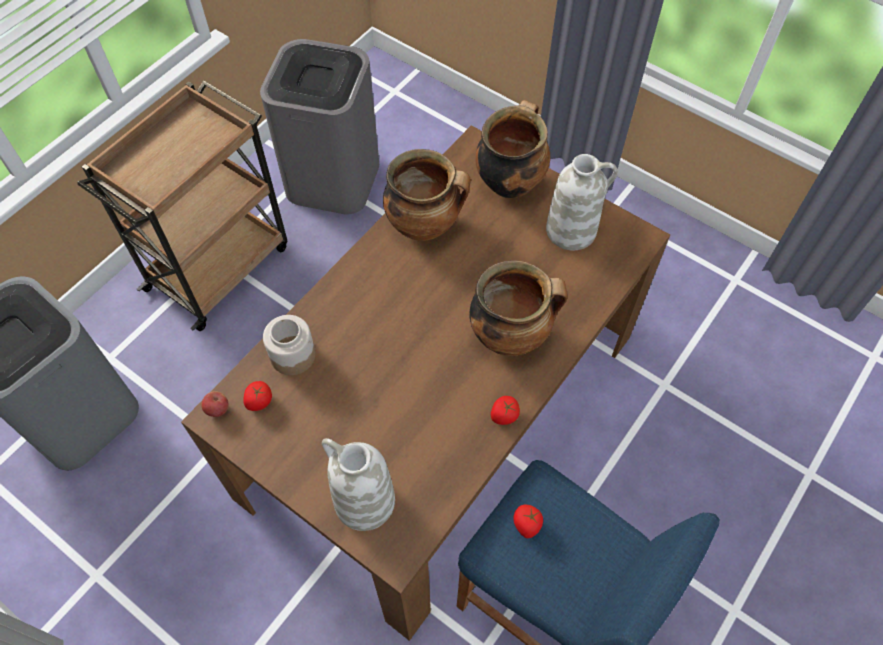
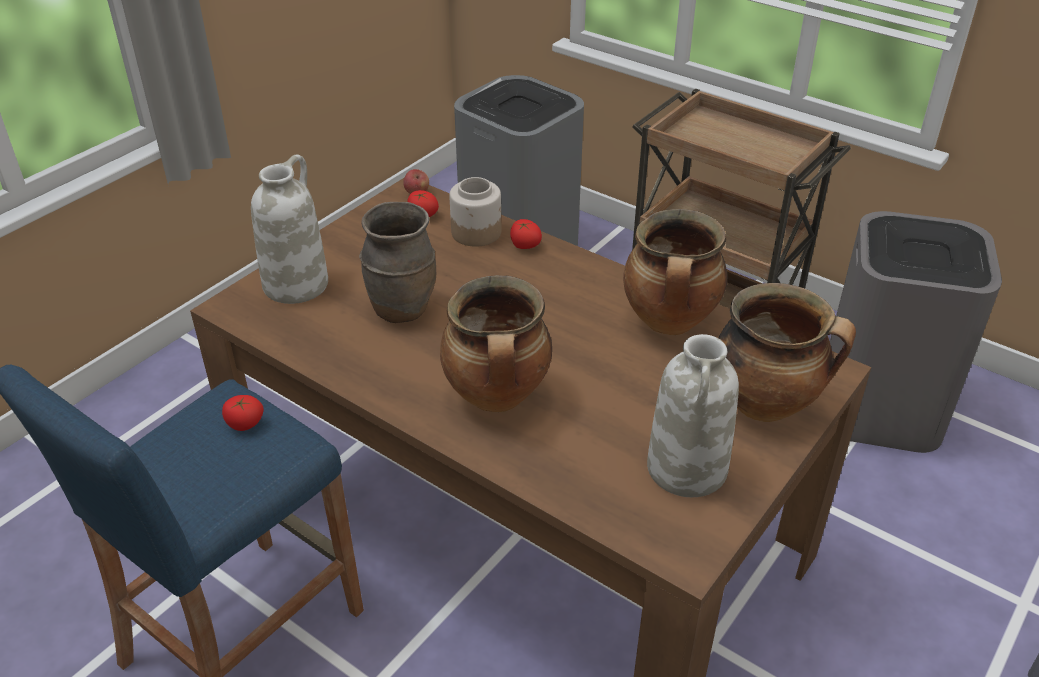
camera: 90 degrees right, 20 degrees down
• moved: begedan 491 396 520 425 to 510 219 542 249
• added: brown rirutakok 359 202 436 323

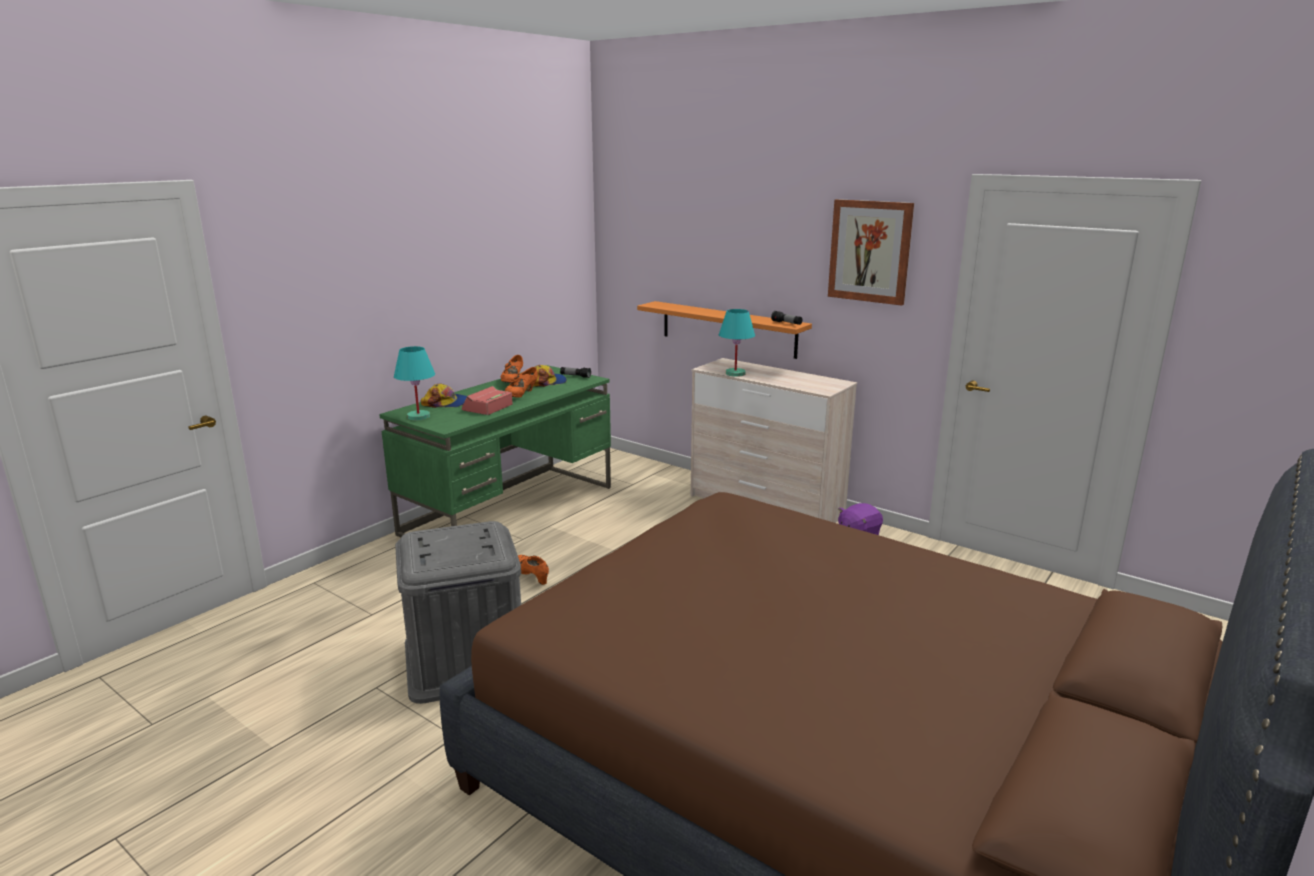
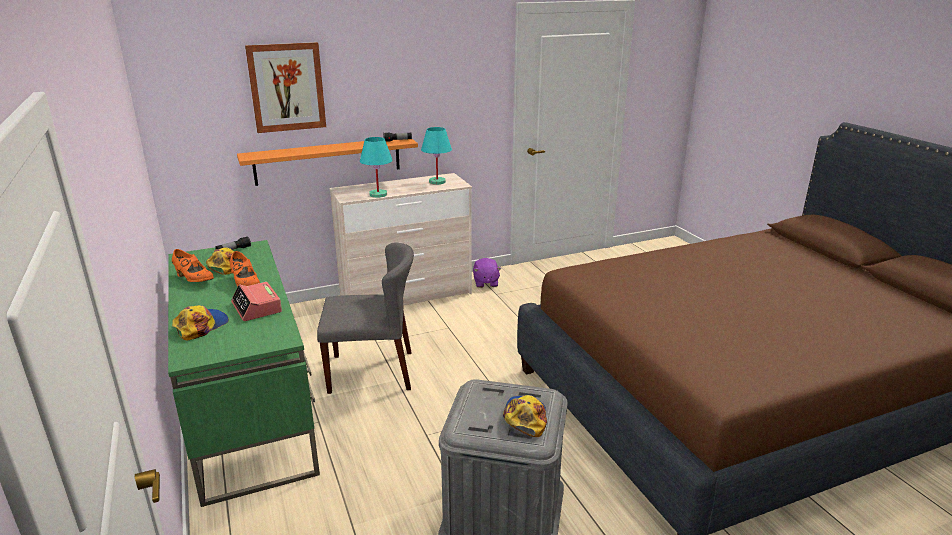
camera: 60 degrees left, 5 degrees up
• moved: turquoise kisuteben 394 346 435 420 to 421 127 452 185
• removed: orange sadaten 518 555 549 585
• moved: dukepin 828 199 914 306 to 245 42 326 133
• added: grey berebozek 317 242 414 394
• added: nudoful 503 395 547 437

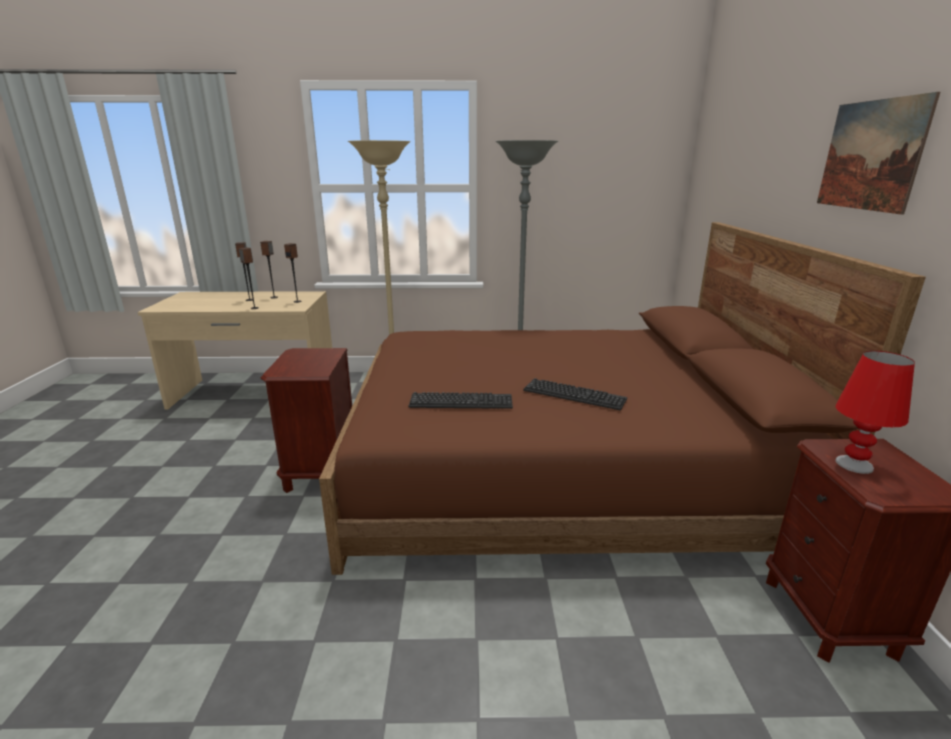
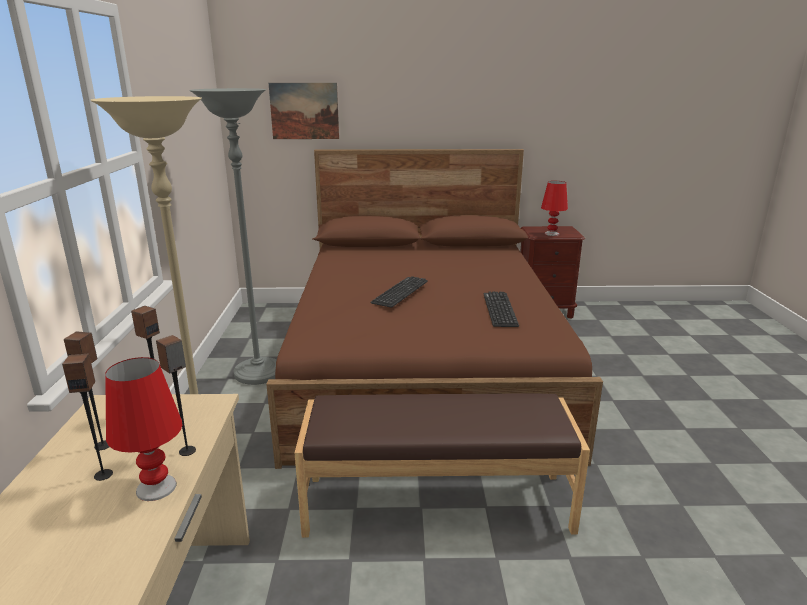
camera: 90 degrees left, 0 degrees up
• replaced: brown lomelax 261 348 352 493 to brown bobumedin 295 394 590 538
• moved: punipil 523 378 627 410 to 371 276 428 308
• moved: dukepin 817 92 940 214 to 269 83 339 139
• added: red kisuteben 105 357 182 501

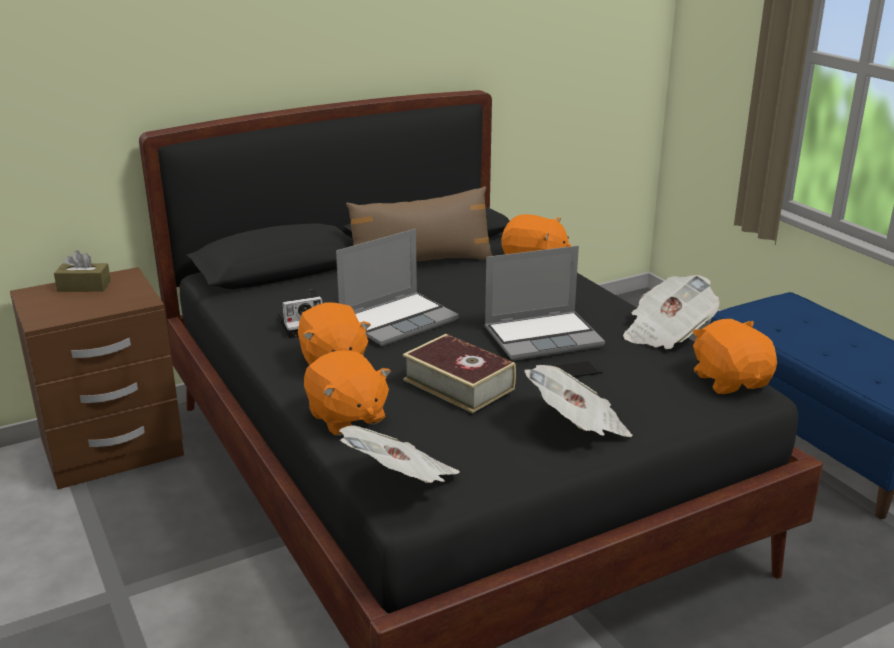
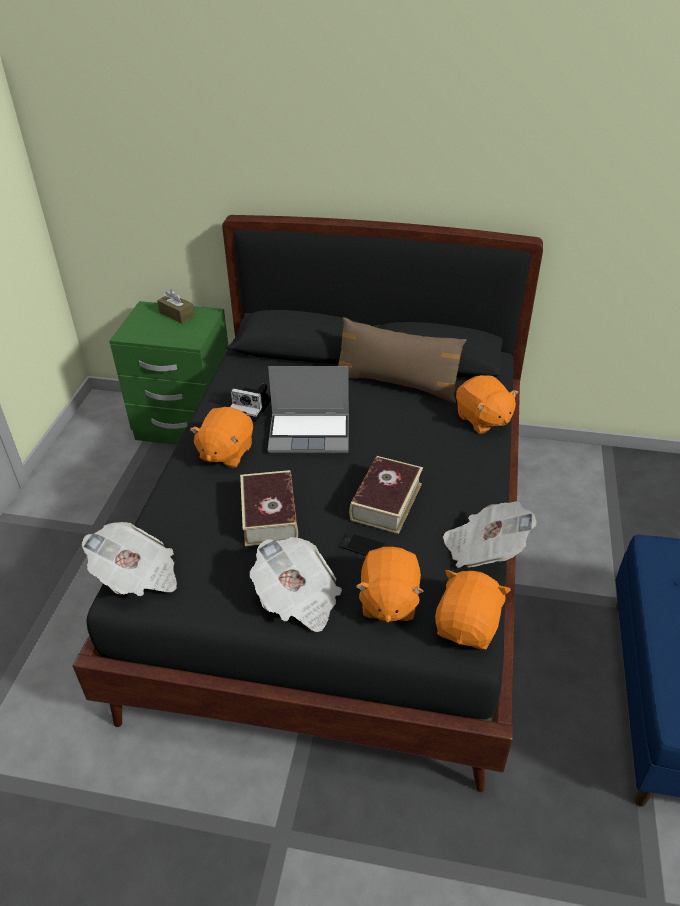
camera: 40 degrees right, 15 degrees up
• recoloured: brown lomelax 10 267 184 489 to green lomelax 109 301 229 445
• moved: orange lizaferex 304 350 391 436 to 356 547 424 623
• replaced: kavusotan 484 246 605 361 to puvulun 349 456 423 534

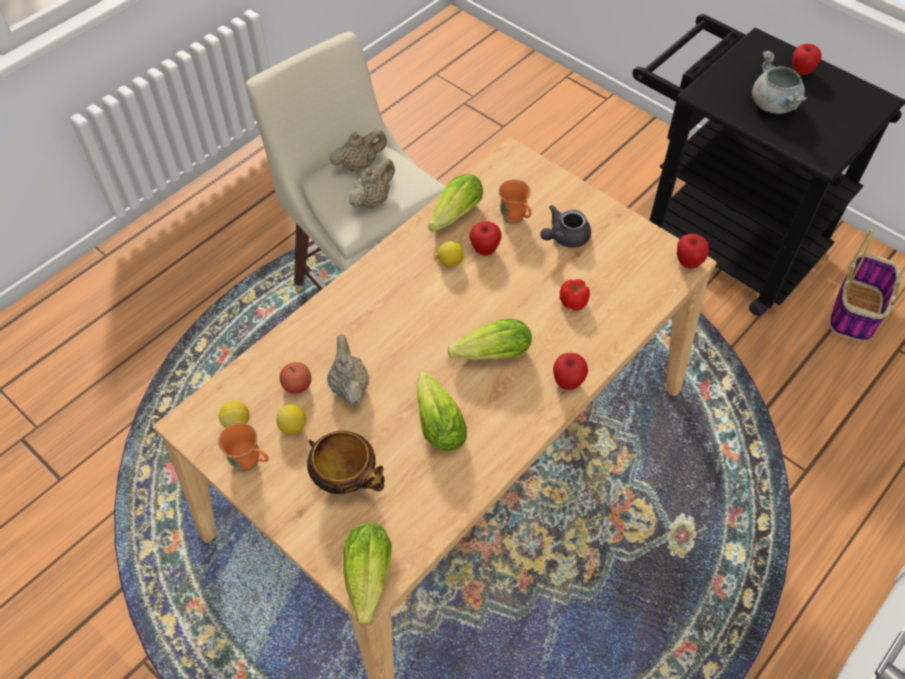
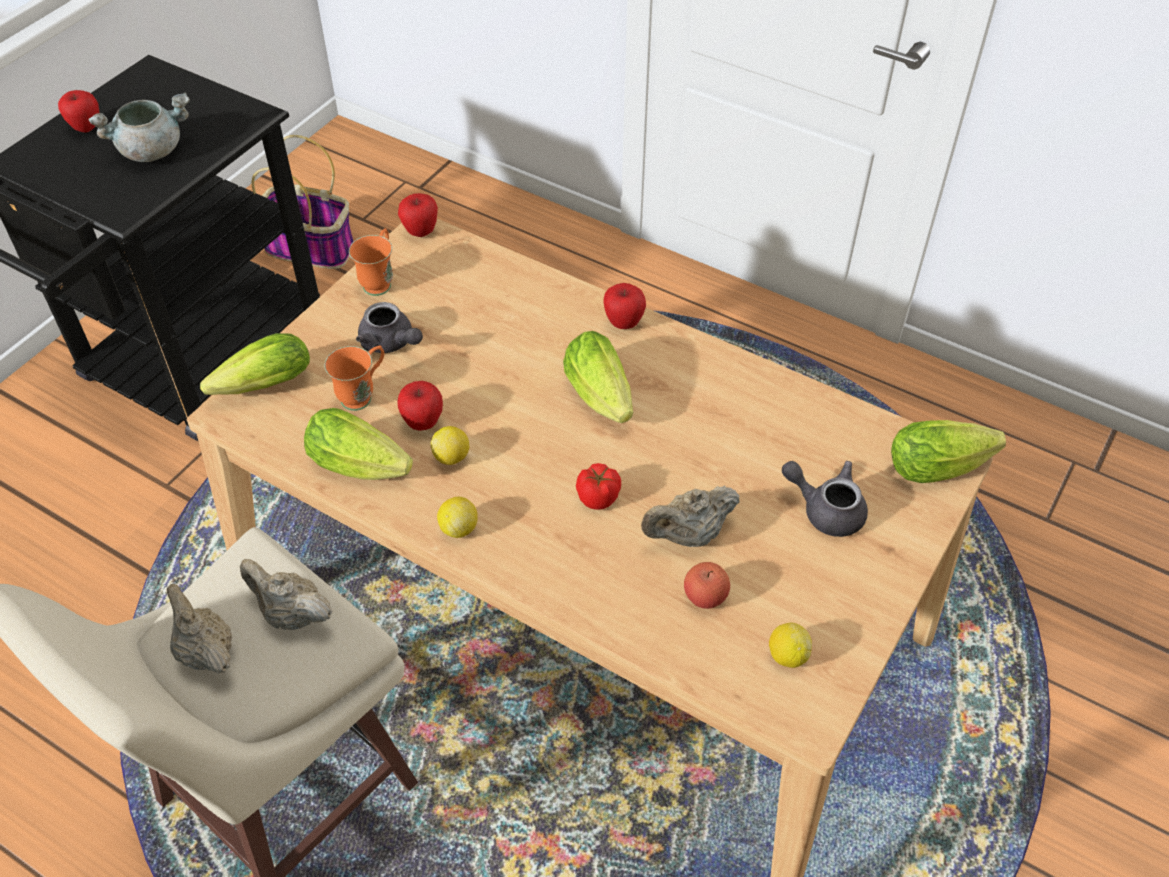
camera: 100 degrees left, 5 degrees down
• moved: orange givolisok 218 423 269 472 to 349 228 393 296
• moved: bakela 276 404 306 434 to 437 497 478 538
• replaced: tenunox 307 431 385 494 to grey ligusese 782 461 868 537
• moved: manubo 417 372 467 451 to 200 333 310 395
• moved: begedan 560 279 590 311 to 576 463 621 510

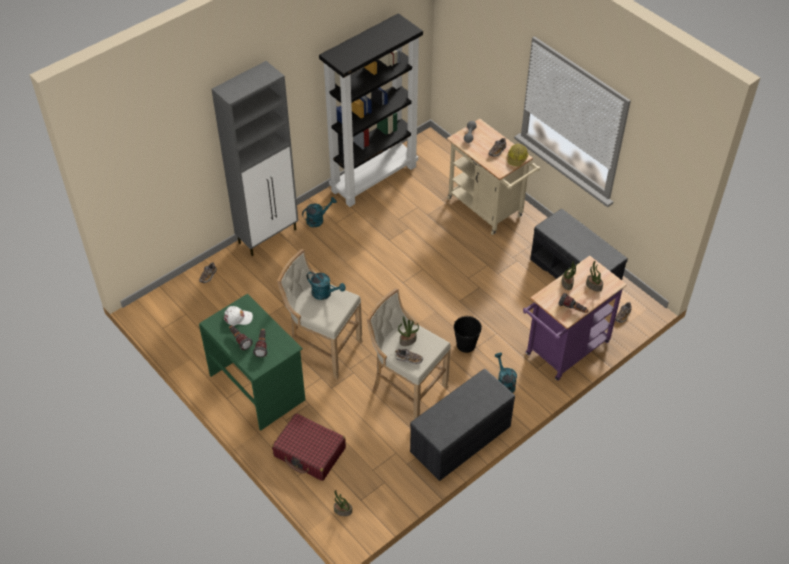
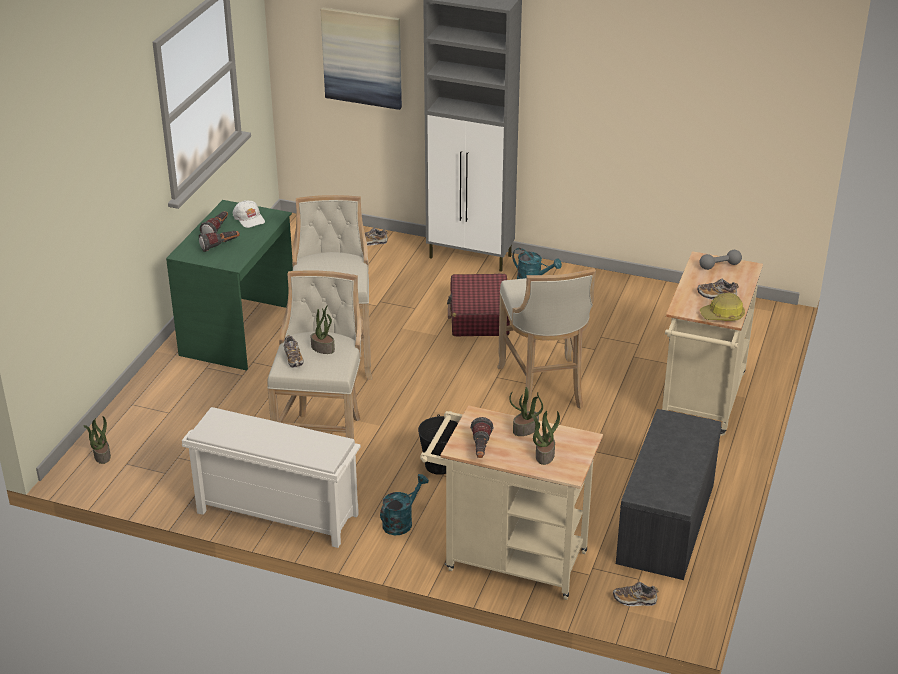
camera: 60 degrees right, 15 degrees down
• moved: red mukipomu 272 413 346 481 to 447 274 510 336
• removed: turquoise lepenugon 307 272 346 300
• removed: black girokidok 319 13 423 207
• replaced: grey bobumedin 410 369 515 481 to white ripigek 182 407 361 548
• recoloured: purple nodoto 523 256 627 381 to beige nodoto 420 405 603 600
• added: dukepin 321 8 402 110
• added: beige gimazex 497 268 596 411

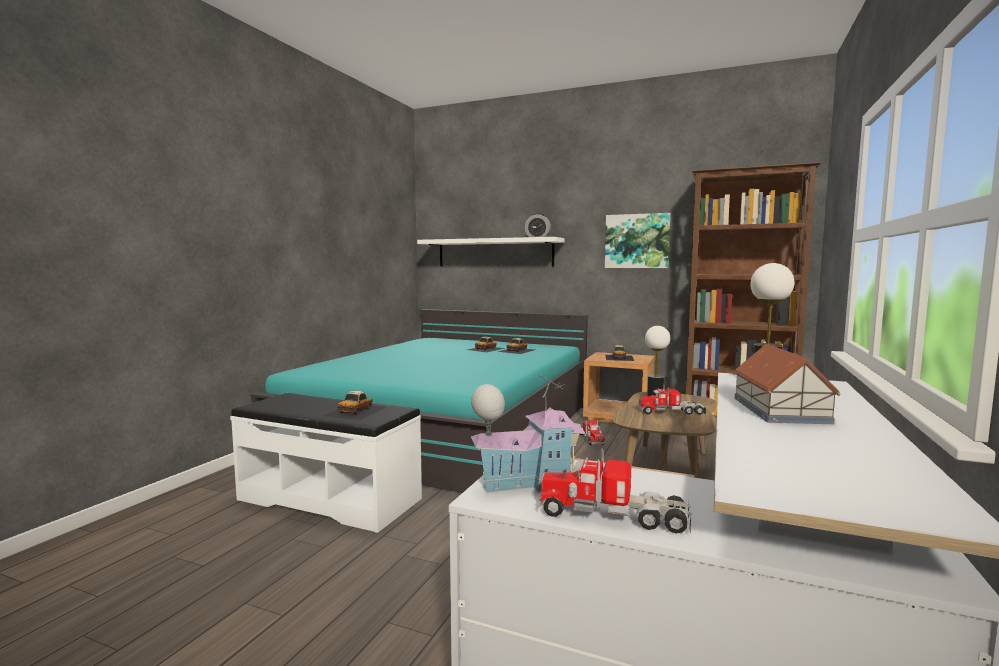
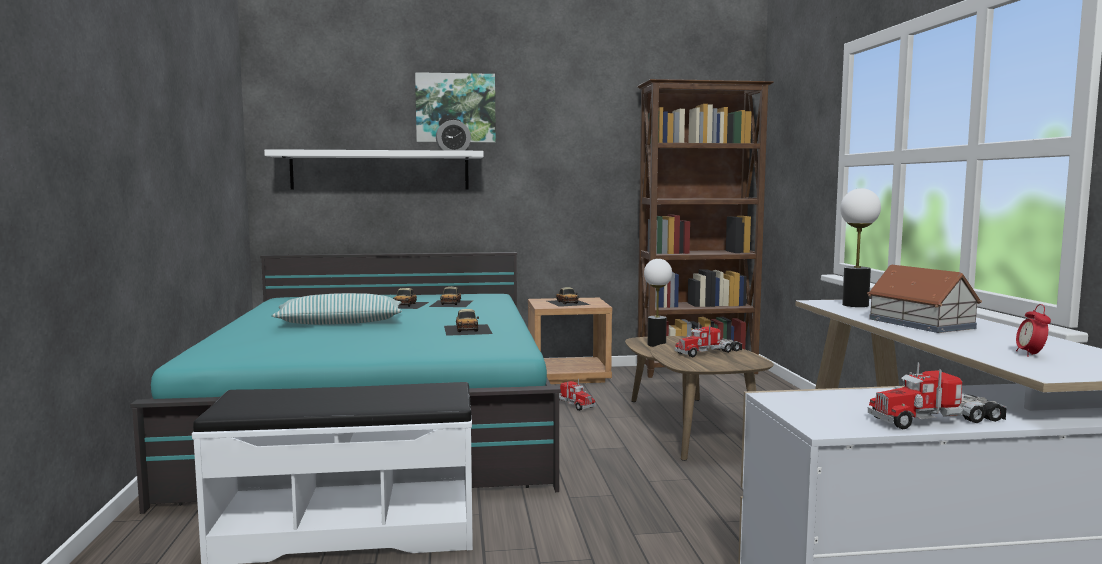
camera: 30 degrees left, 0 degrees up
• moved: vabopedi 322 391 387 420 to 444 309 493 336
• removed: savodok 471 375 585 493
• moved: dukepin 605 213 671 268 to 415 72 496 143
• added: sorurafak 272 293 402 325
• added: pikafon 1016 304 1051 357

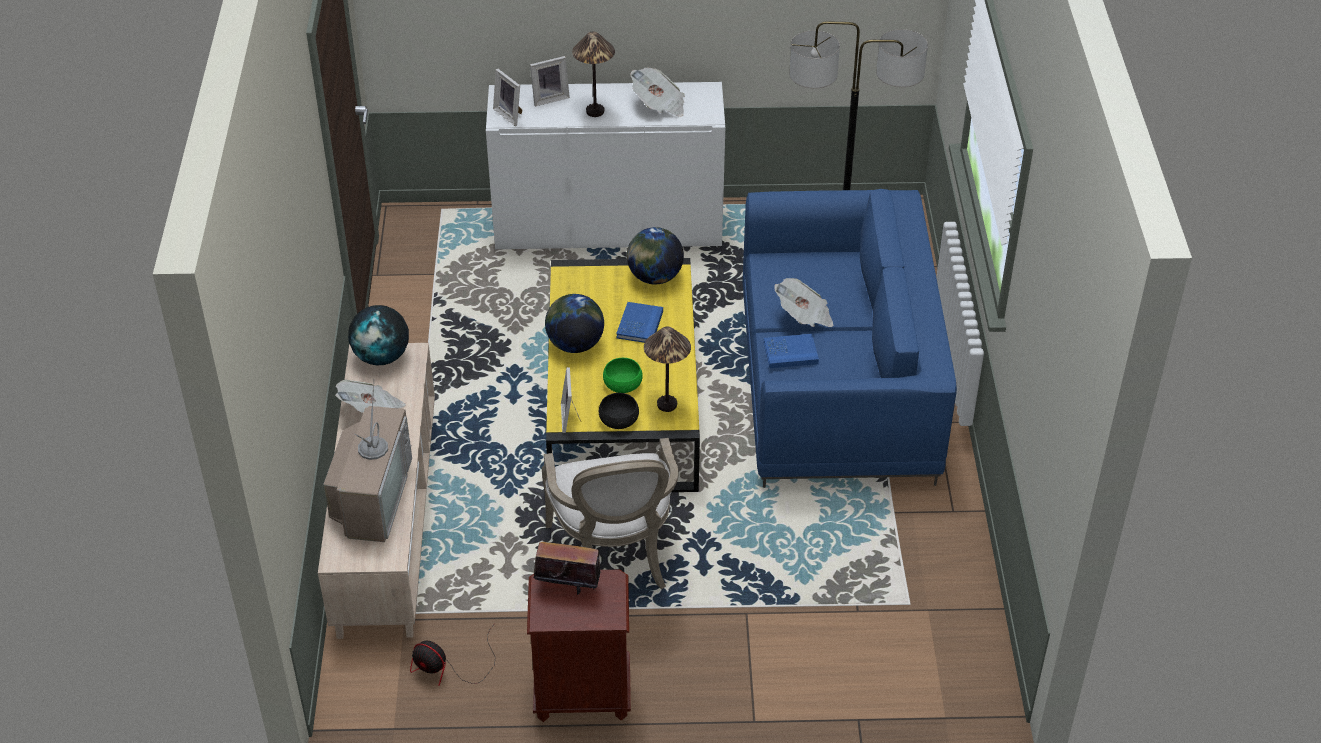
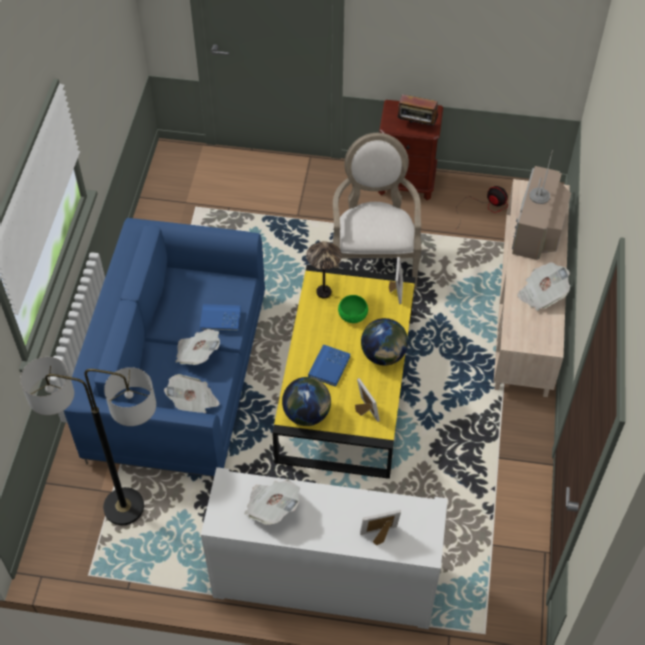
camera: 170 degrees left, 10 degrees up
• removed: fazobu 348 305 409 366
• moved: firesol 493 69 522 126 to 355 378 380 422
• removed: kisuteben 572 31 615 117
• removed: black tenunox 599 393 639 429
• added: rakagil 164 374 220 413

